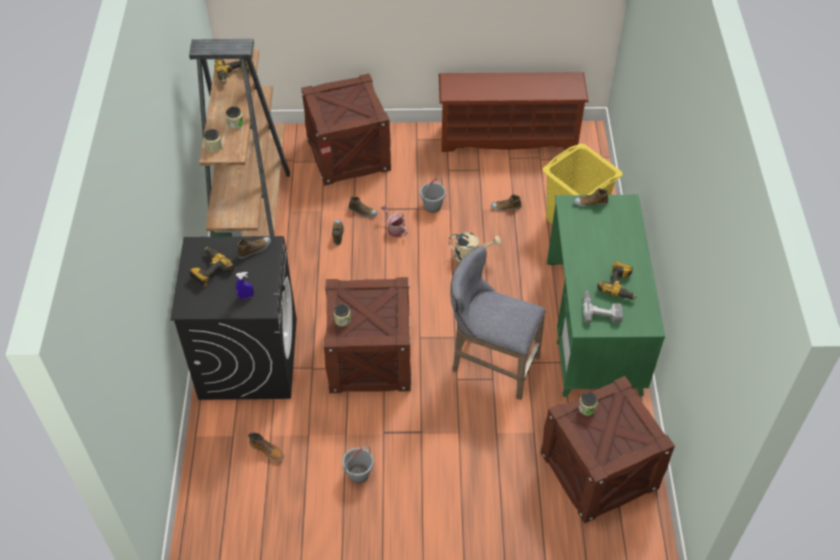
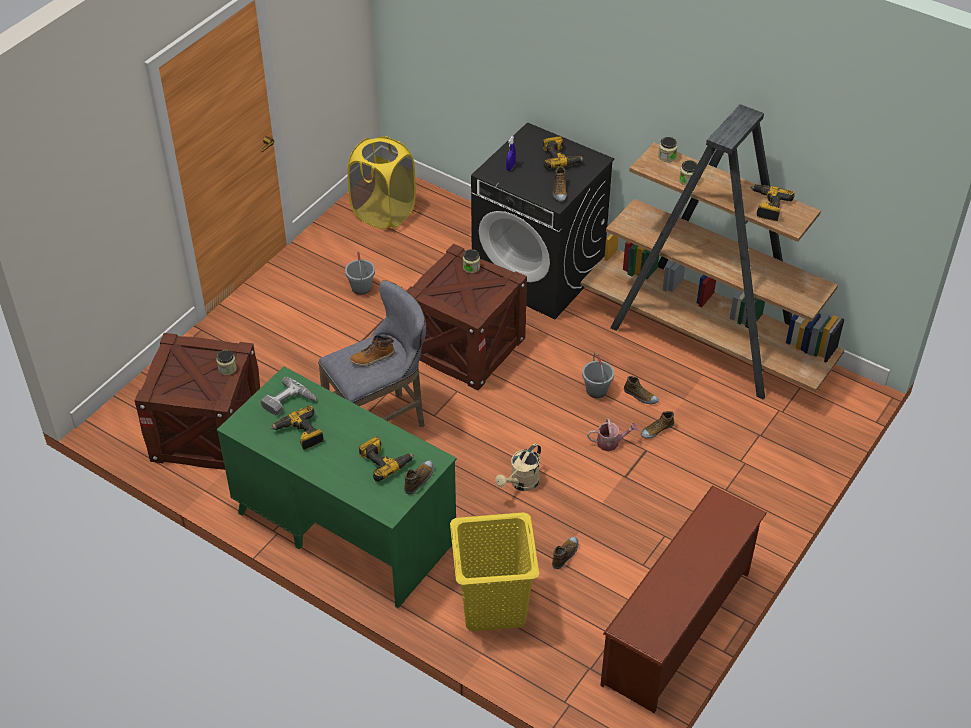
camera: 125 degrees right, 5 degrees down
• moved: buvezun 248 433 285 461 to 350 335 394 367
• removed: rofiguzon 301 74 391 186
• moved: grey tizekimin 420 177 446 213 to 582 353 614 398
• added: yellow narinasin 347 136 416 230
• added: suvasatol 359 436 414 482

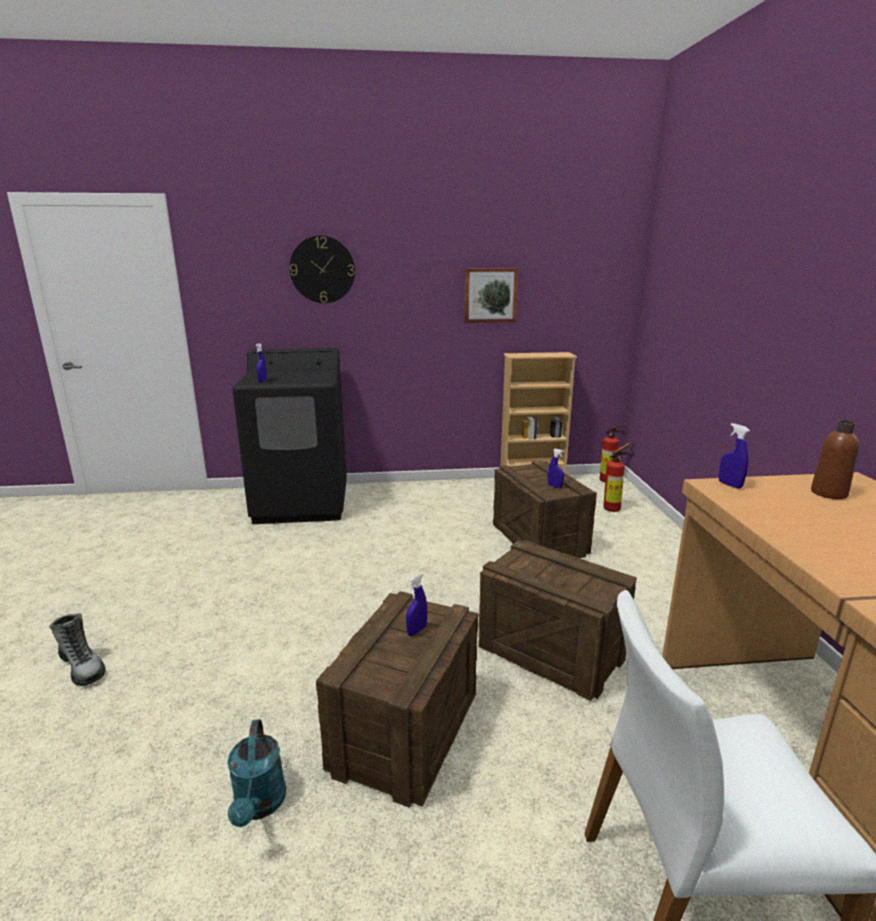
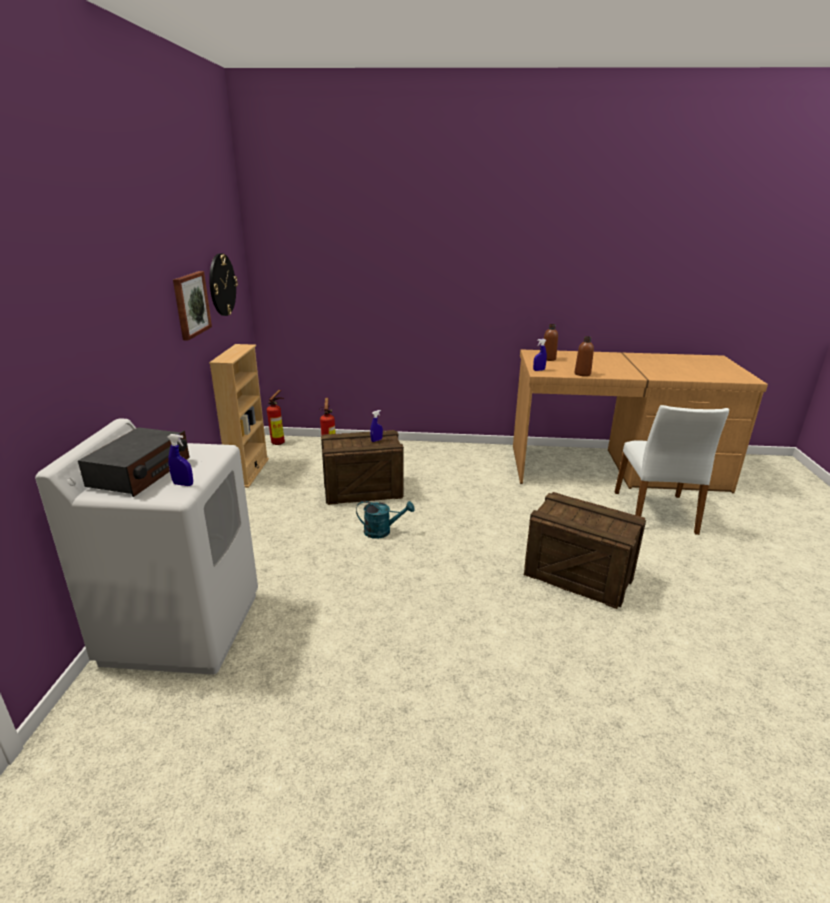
camera: 80 degrees left, 5 degrees up
• removed: buvezun 50 613 106 686
• moved: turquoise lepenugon 227 719 286 827 to 356 501 415 539
• recoloured: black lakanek 232 348 347 524 to white lakanek 35 418 258 675
• moved: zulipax 290 236 355 303 to 209 253 238 316
• removed: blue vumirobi 406 573 427 636
• removed: rofiguzon 478 540 637 701
• added: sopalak 78 427 190 497
• added: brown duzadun 574 336 594 376

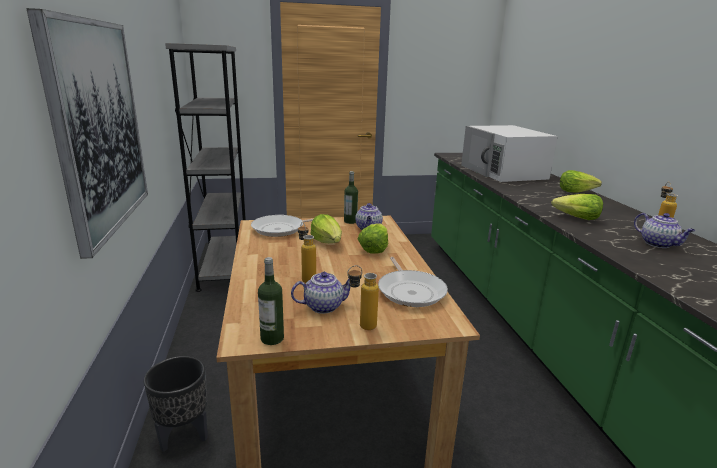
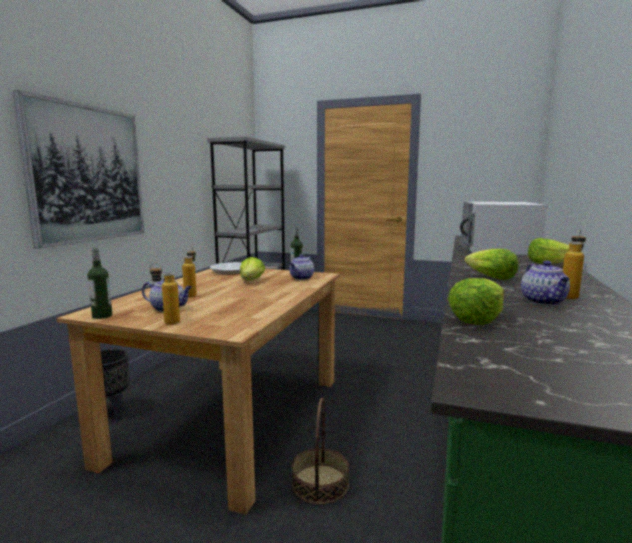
camera: 30 degrees right, 10 degrees down
• moved: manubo 358 223 388 254 to 448 278 504 325
• removed: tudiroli 378 257 448 307
• added: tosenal 291 397 349 504

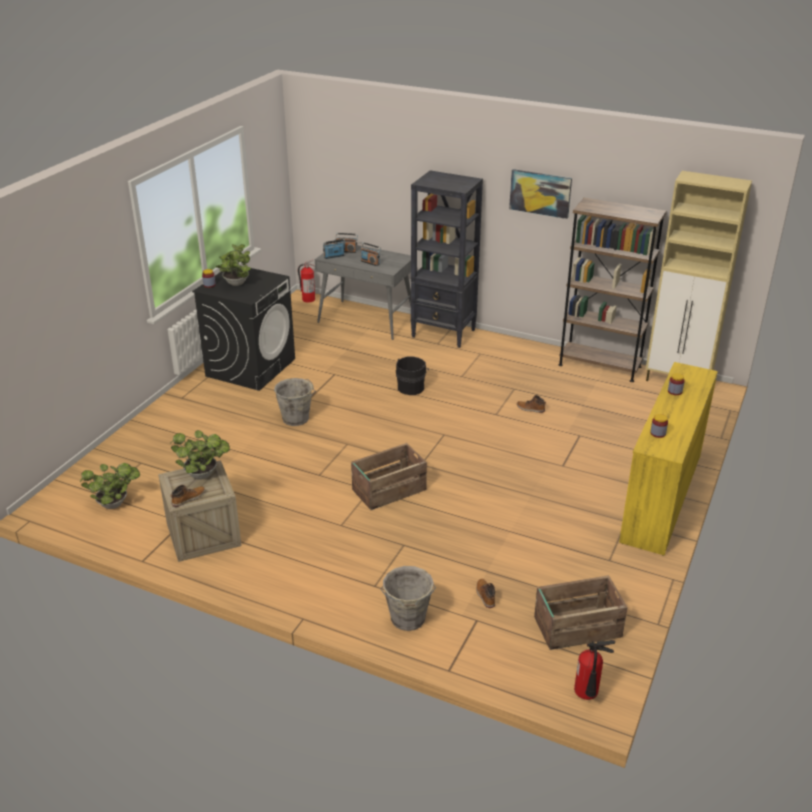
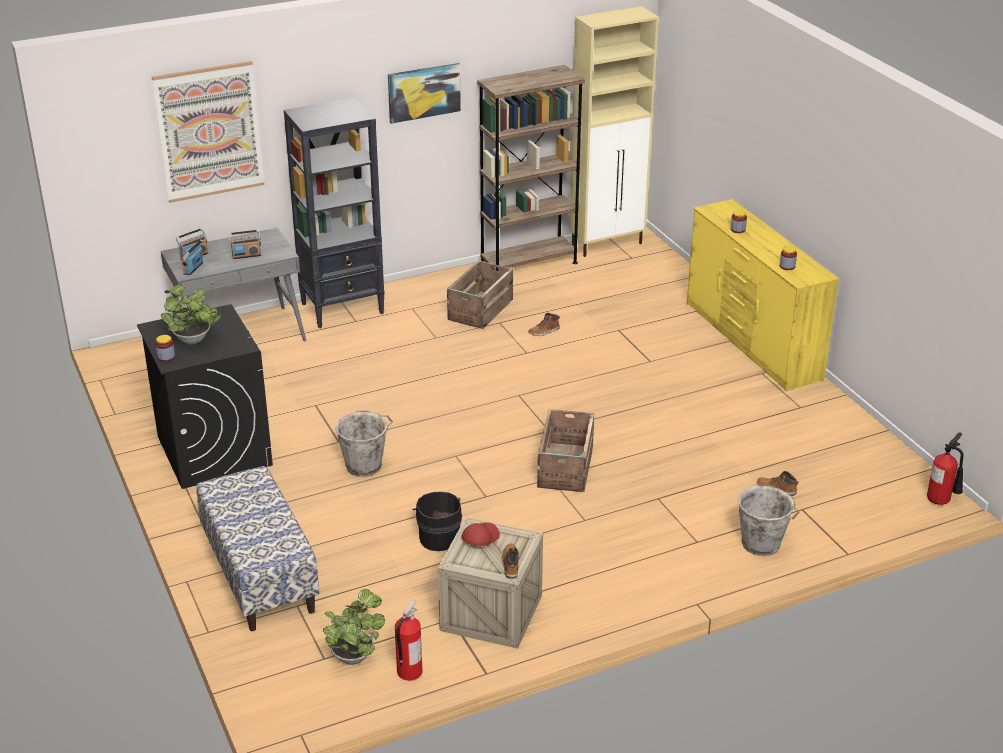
camera: 50 degrees left, 0 degrees up
• replaced: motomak 171 430 230 480 to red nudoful 461 522 500 546
• moved: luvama 298 260 315 303 to 395 600 422 681
• moved: black tizekimin 396 356 429 395 to 412 491 462 551
• moved: rofiguzon 534 575 628 650 to 447 260 513 329
• added: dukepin 152 61 265 203
• added: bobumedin 196 466 320 631

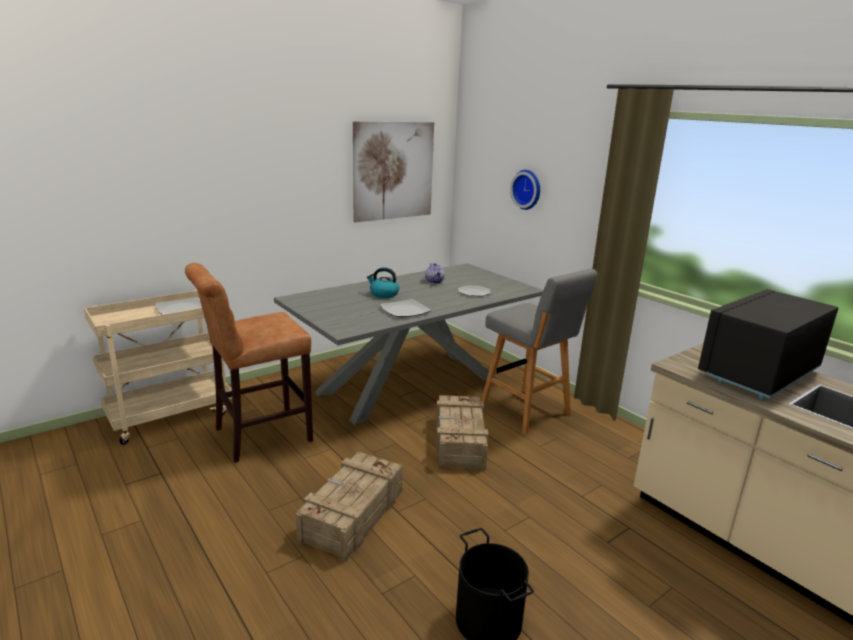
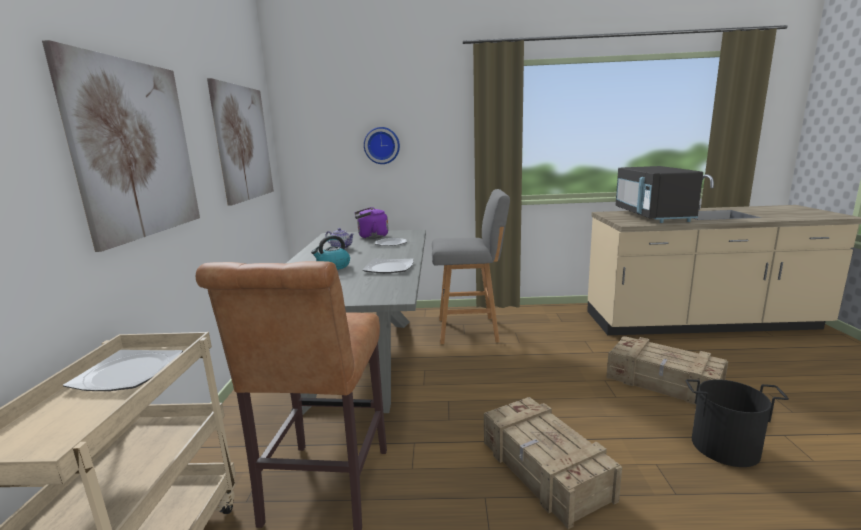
camera: 50 degrees left, 5 degrees down
• moved: rofiguzon 436 395 489 471 to 606 336 728 405
• added: dukepin 42 40 200 252
• added: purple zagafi 354 207 389 239

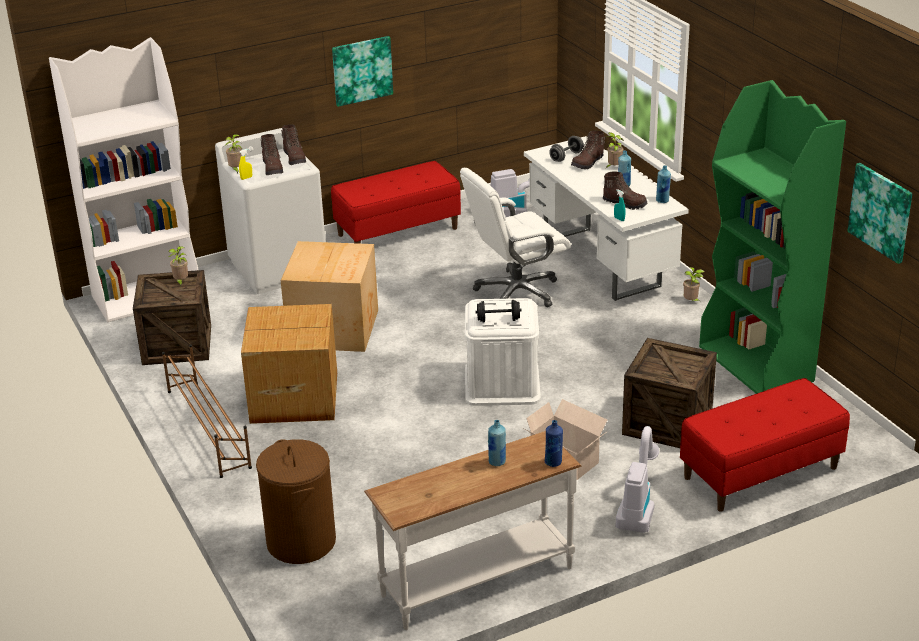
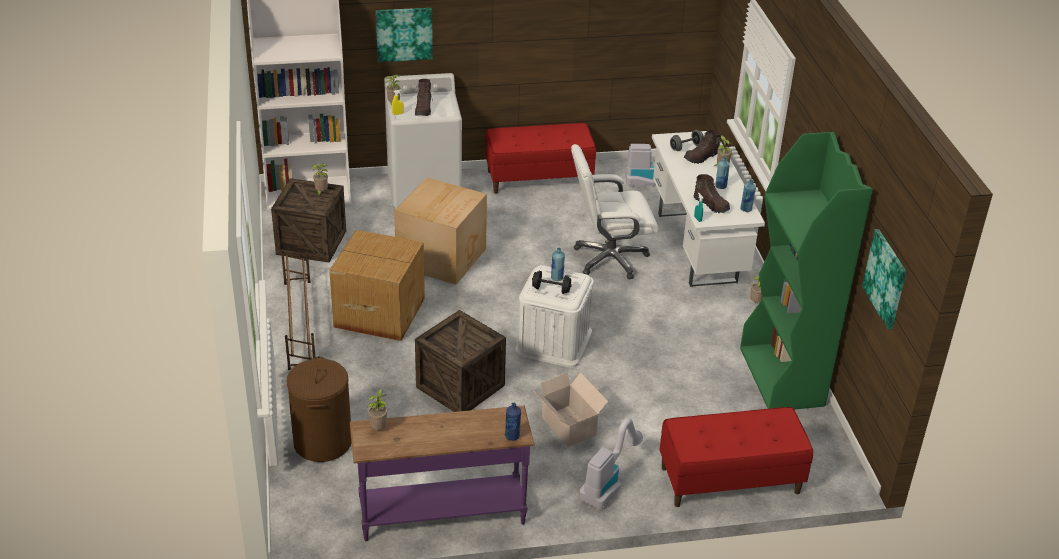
camera: 15 degrees right, 5 degrees up
• removed: brown buvezun 281 124 306 165
• moved: dukepin 332 36 393 107 to 376 8 433 62
• recoloured: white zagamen 364 431 581 630 to purple zagamen 350 406 535 541
• moved: blue duzadun 488 420 506 466 to 551 248 565 281
• moved: rofiguzon 622 338 717 448 to 415 310 506 412
• added: motomak 367 389 388 430

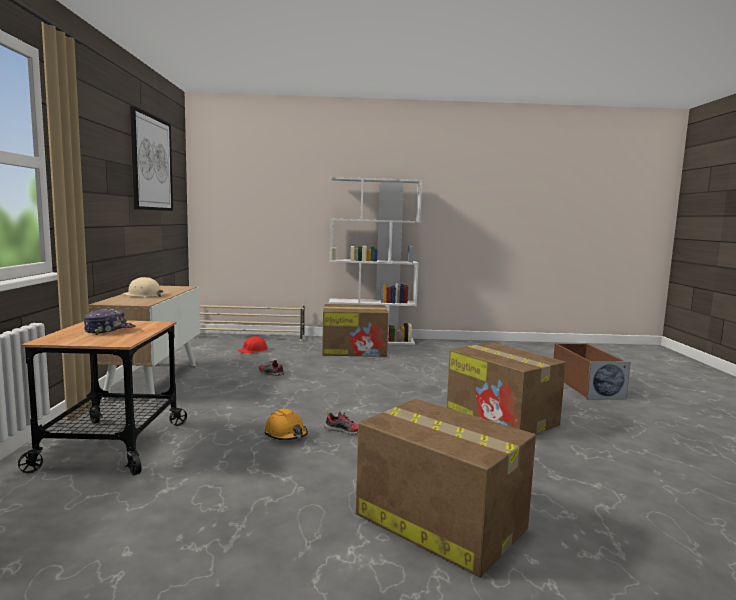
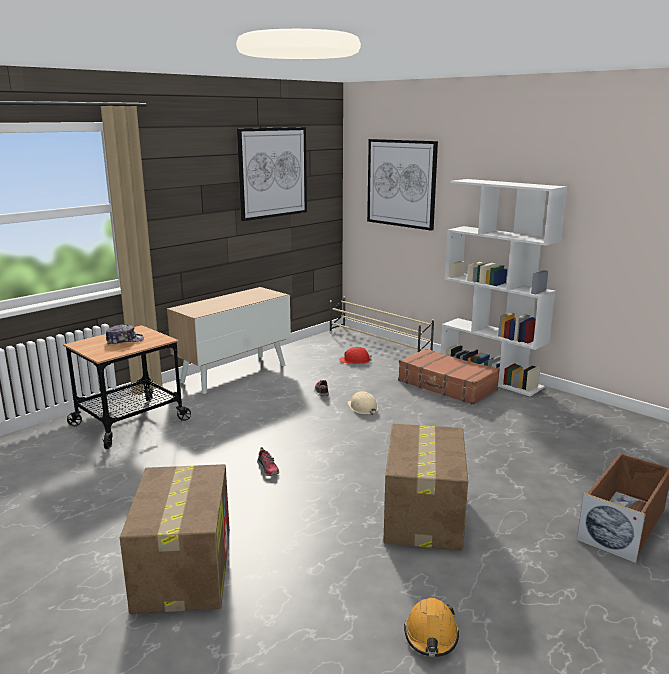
camera: 45 degrees right, 10 degrees up
• moved: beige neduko 122 277 163 297 to 347 391 378 415
• moved: orange neduko 264 409 308 440 to 404 598 459 657
• replaced: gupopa 322 304 389 357 to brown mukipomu 398 348 500 405
• added: dukepin 367 139 438 231

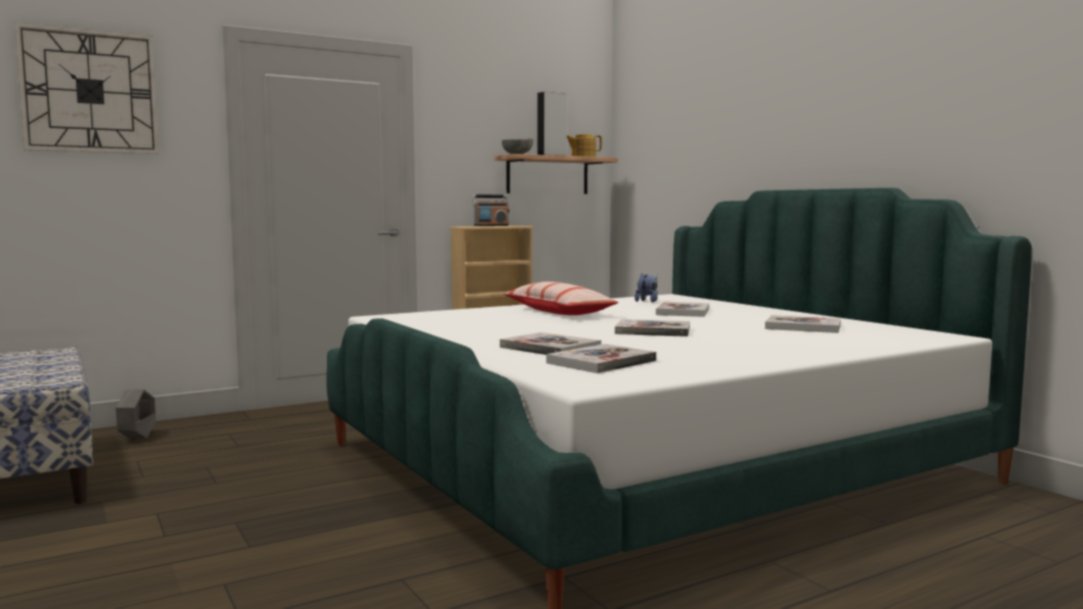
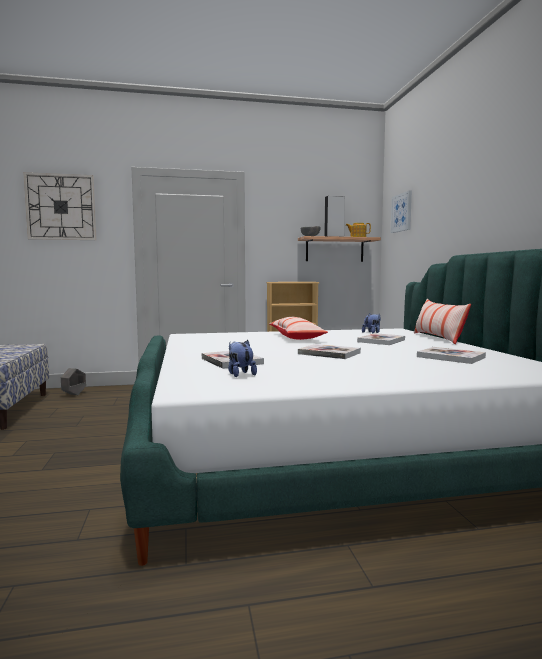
camera: 20 degrees right, 0 degrees up
• removed: sopalak 472 195 509 226
• replaced: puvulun 546 344 656 373 to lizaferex 228 340 257 377
• added: dukepin 391 191 412 233
• added: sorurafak 414 299 471 344

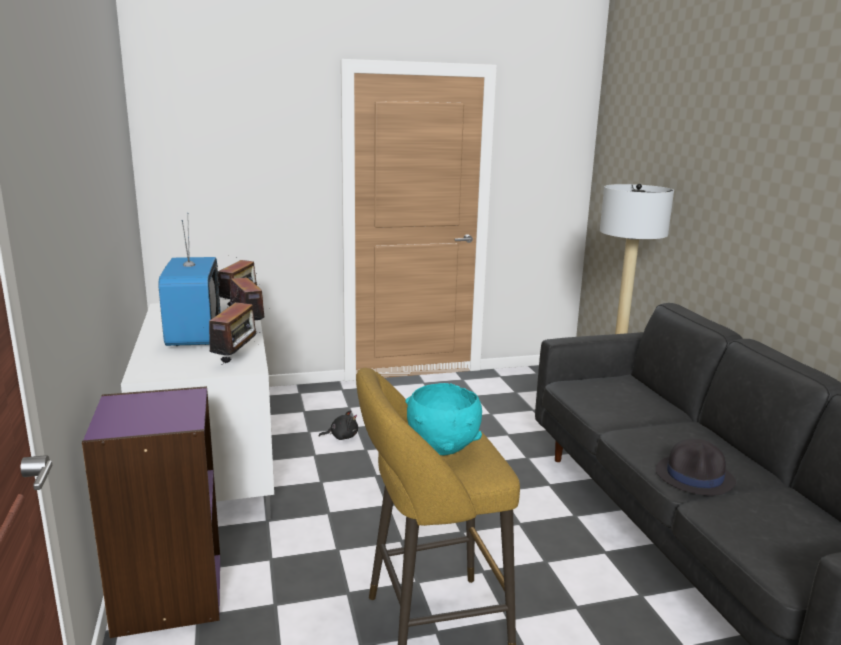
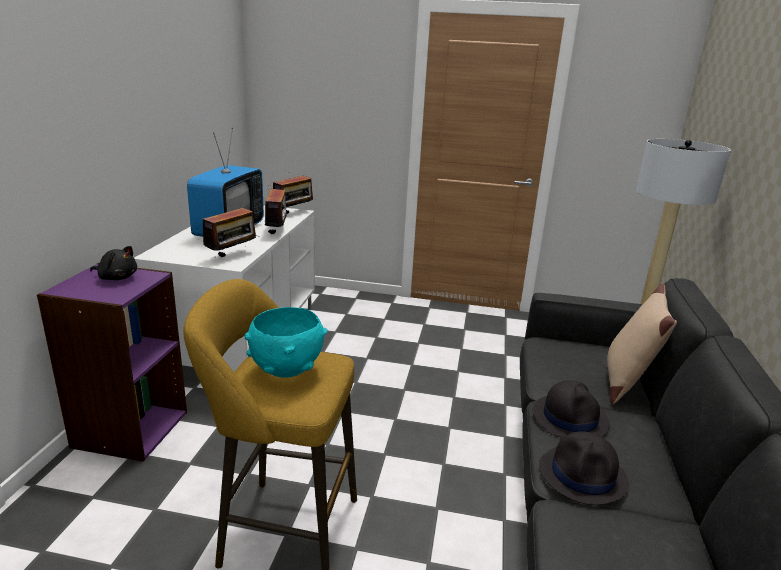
camera: 25 degrees right, 5 degrees up
• moved: black lizaferex 319 410 358 440 to 90 246 137 280
• added: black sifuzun 533 380 610 438
• added: beige sorurafak 607 283 677 404

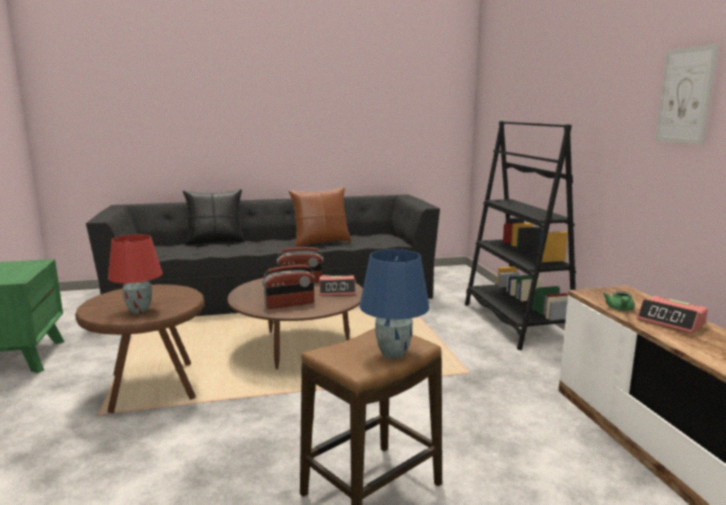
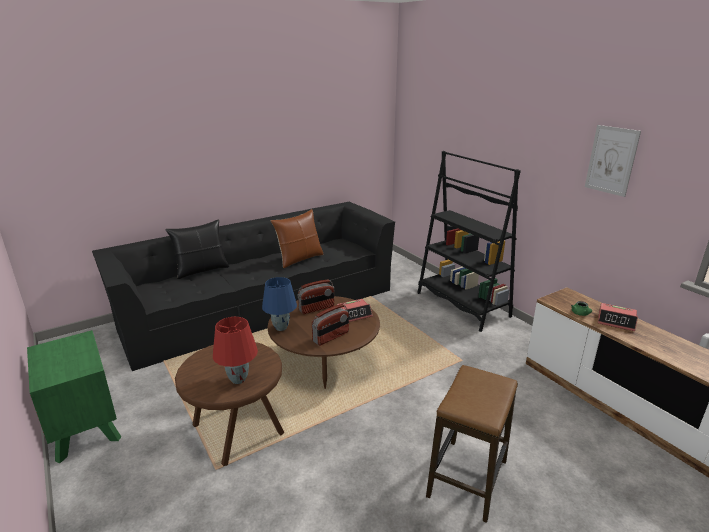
camera: 20 degrees left, 10 degrees up
• moved: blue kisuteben 359 249 430 359 to 262 277 297 331

